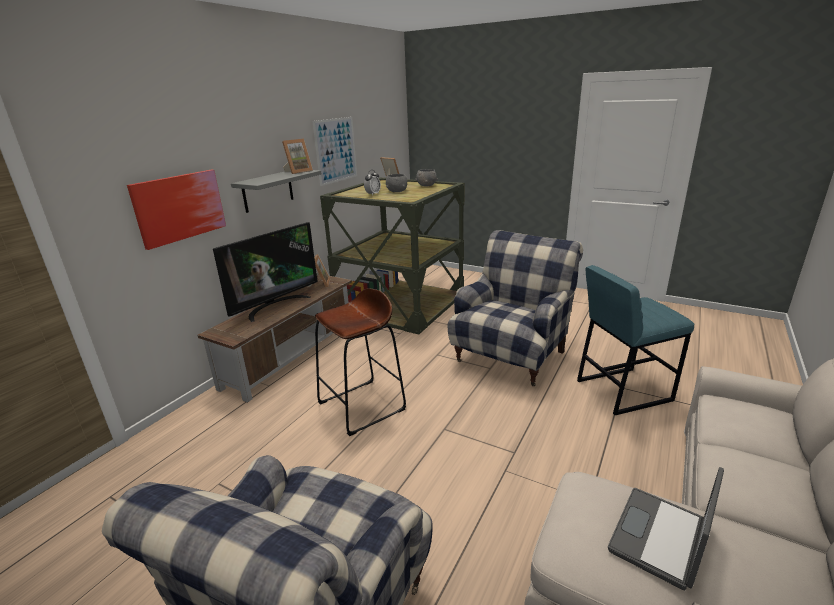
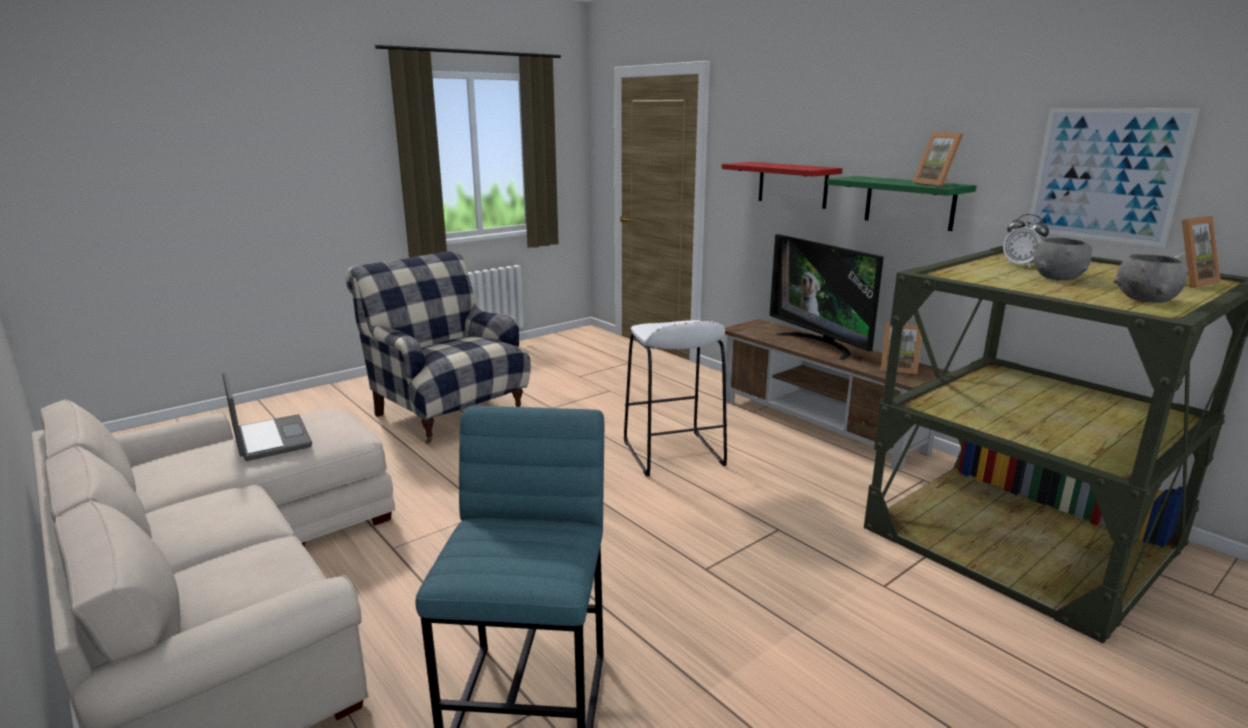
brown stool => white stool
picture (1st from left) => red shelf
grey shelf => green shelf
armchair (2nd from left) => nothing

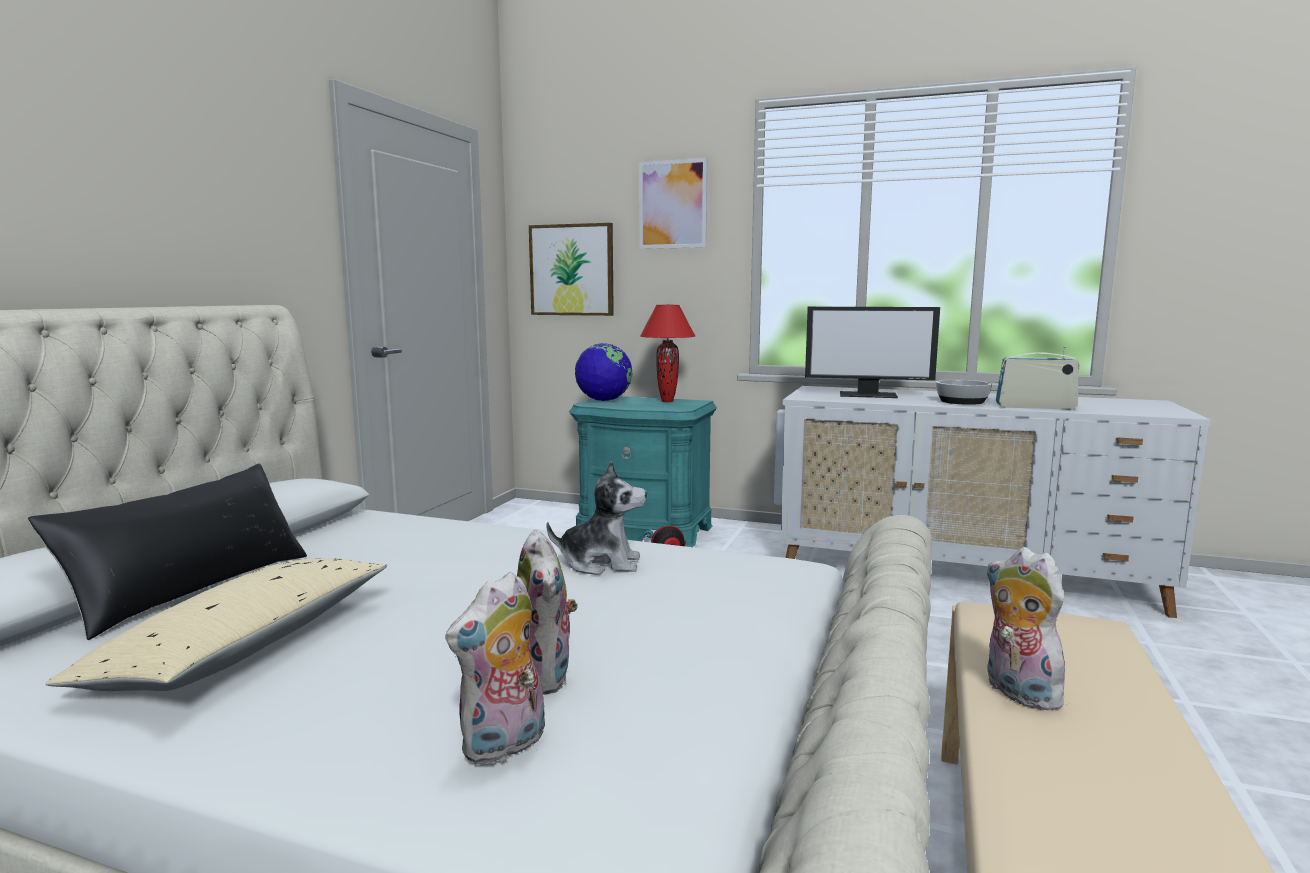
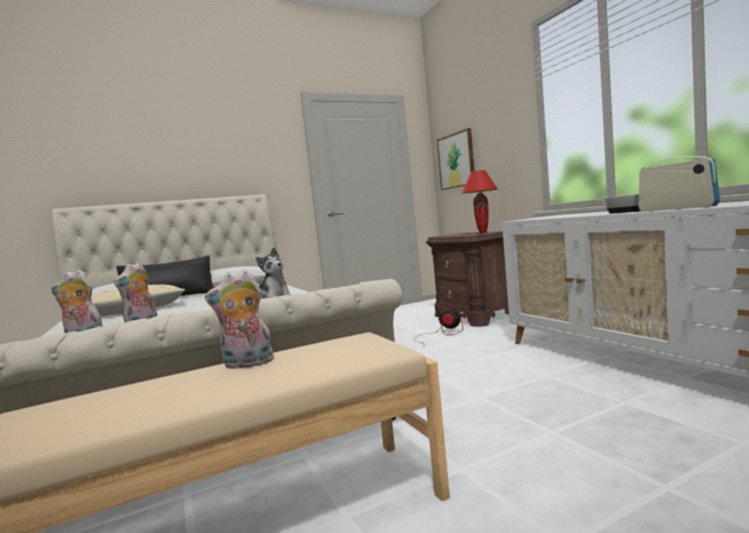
plush toy (4th from left in the first image) => plush toy (3rd from left), 120 degrees counterclockwise
turquoise nightstand => brown nightstand
globe => nothing
picture (2nd from left) => nothing
monitor => nothing

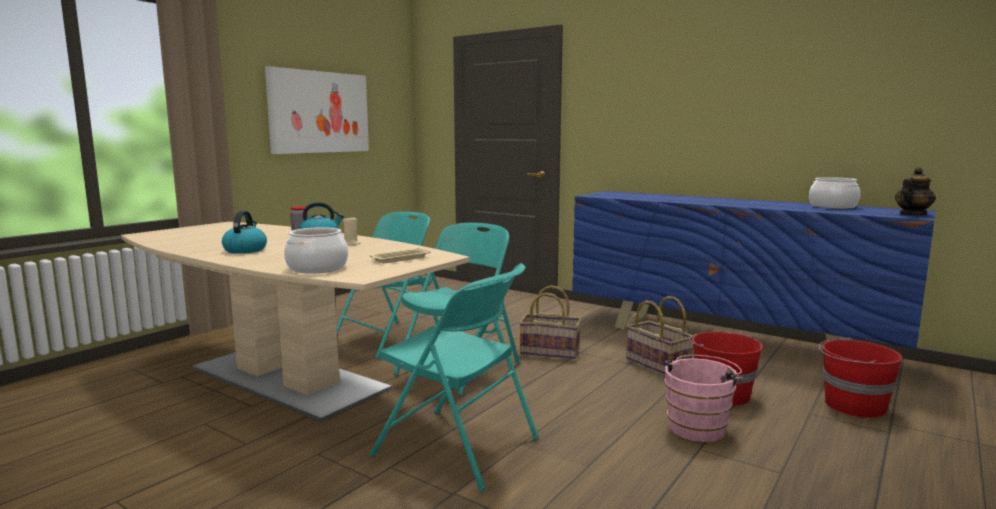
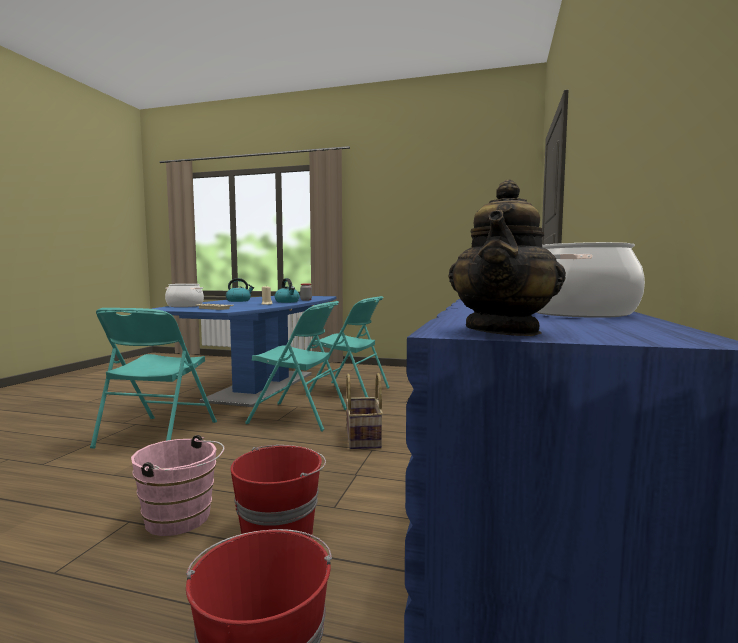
beige dining table => blue dining table
teapot, 75 degrees clockwise
picture => nothing
basket (2nd from left) => nothing

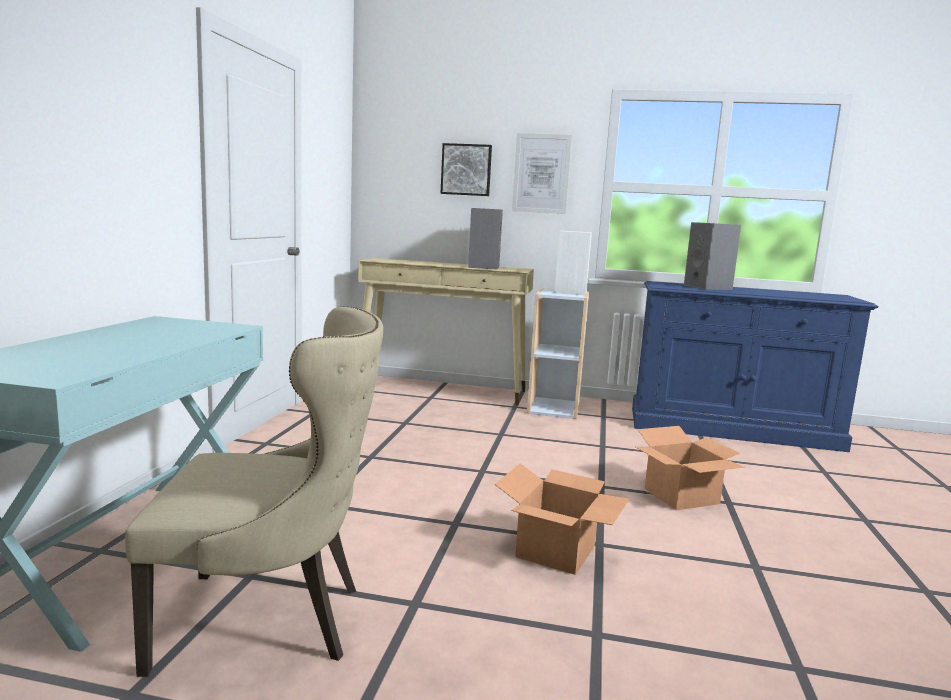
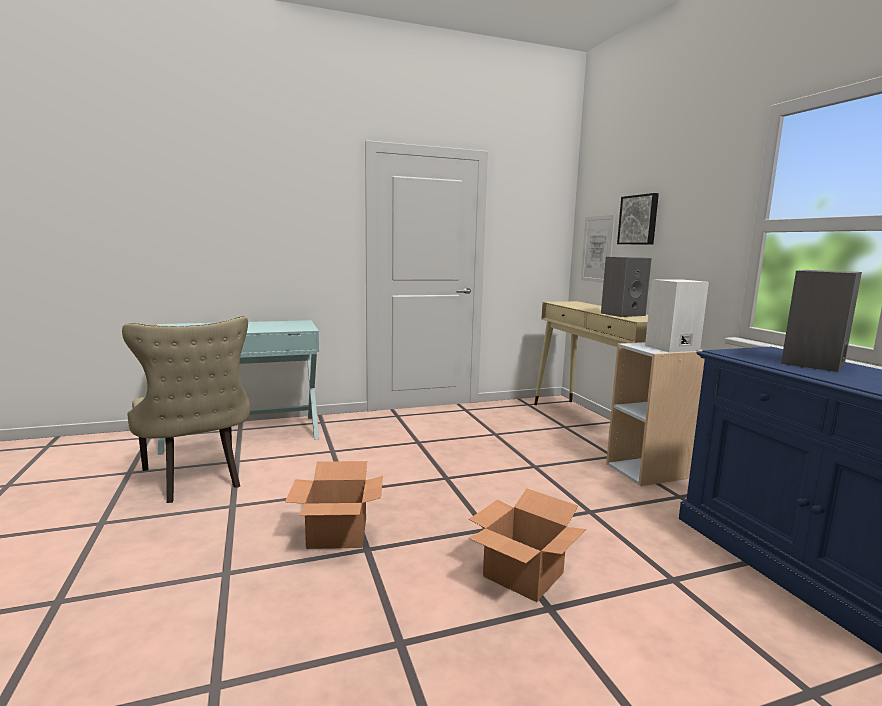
picture (2nd from left in the first image) => picture (1st from left), moved

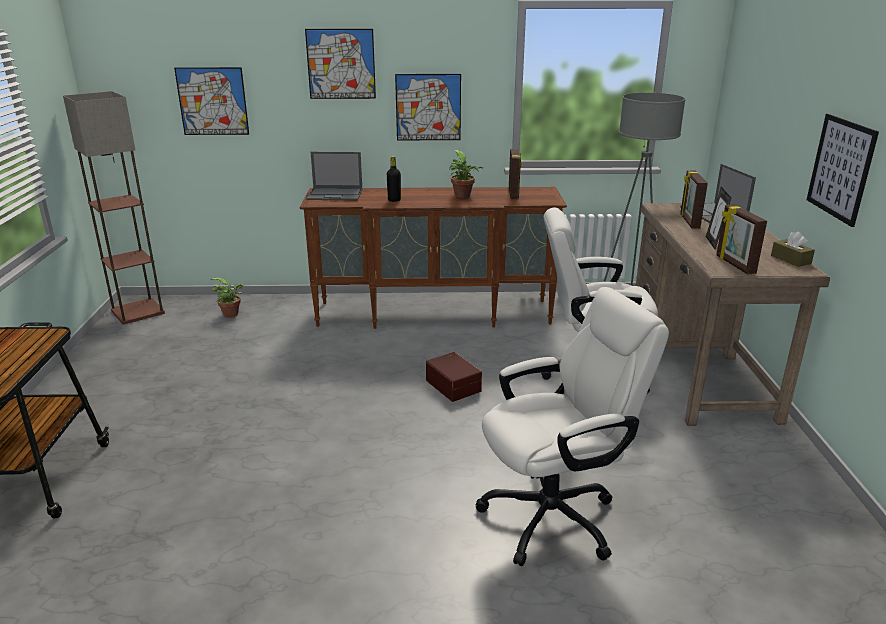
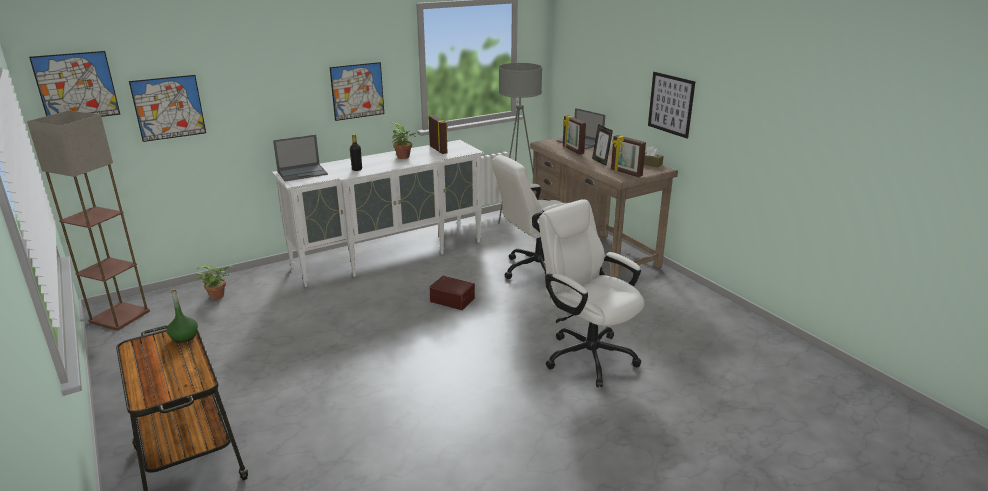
picture (2nd from left in the first image) => picture (1st from left), moved
nothing => green bottle
brown cabinet => white cabinet
white office chair (1st from left in the first image) => white office chair (2nd from left), 75 degrees counterclockwise

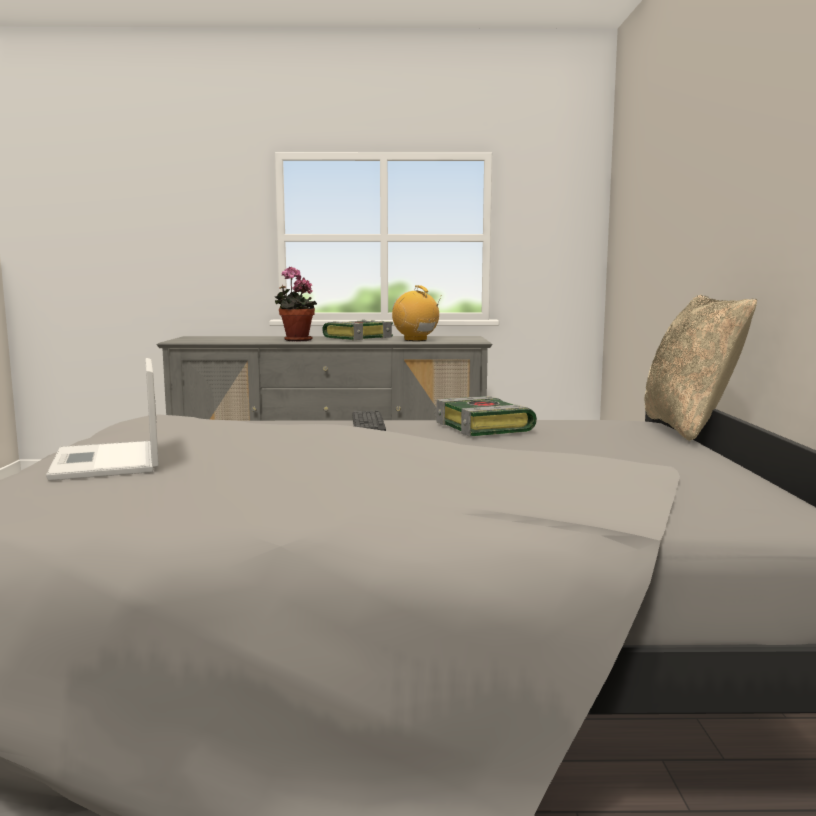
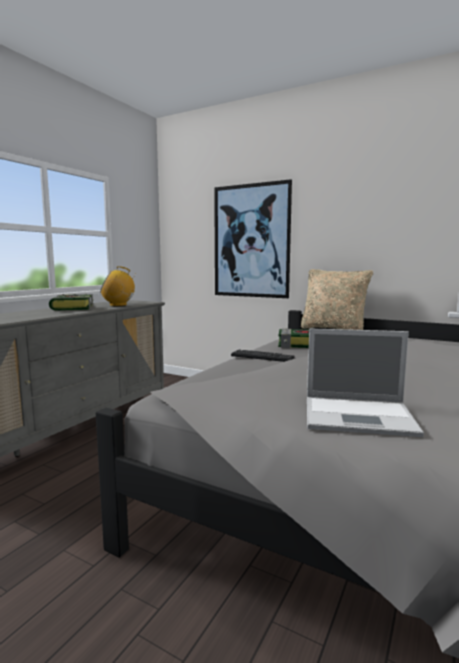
nothing => picture
potted plant => nothing

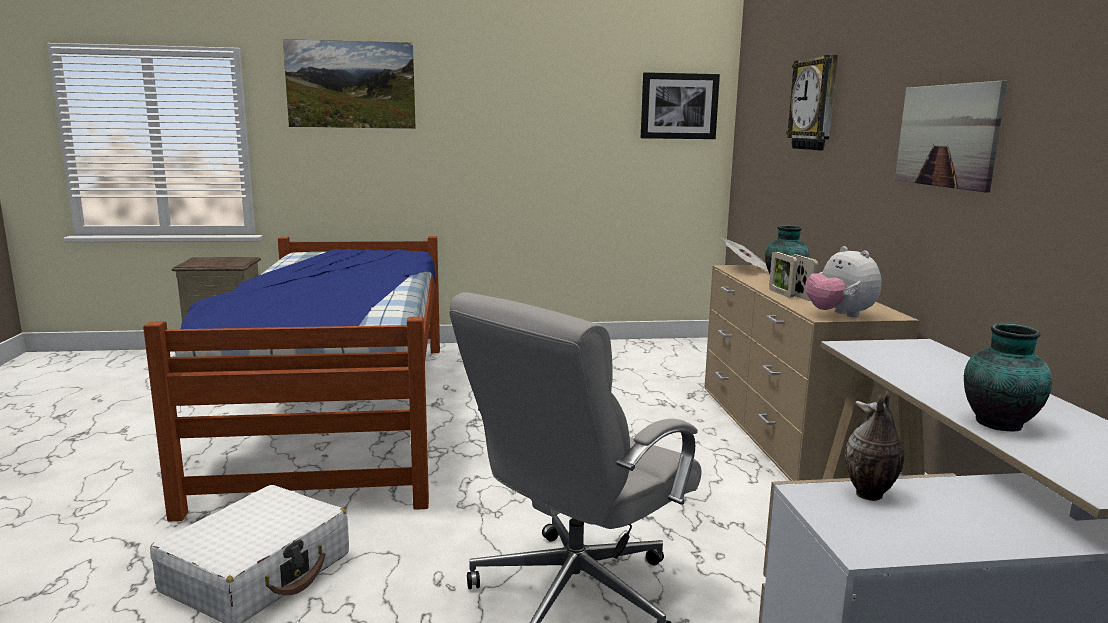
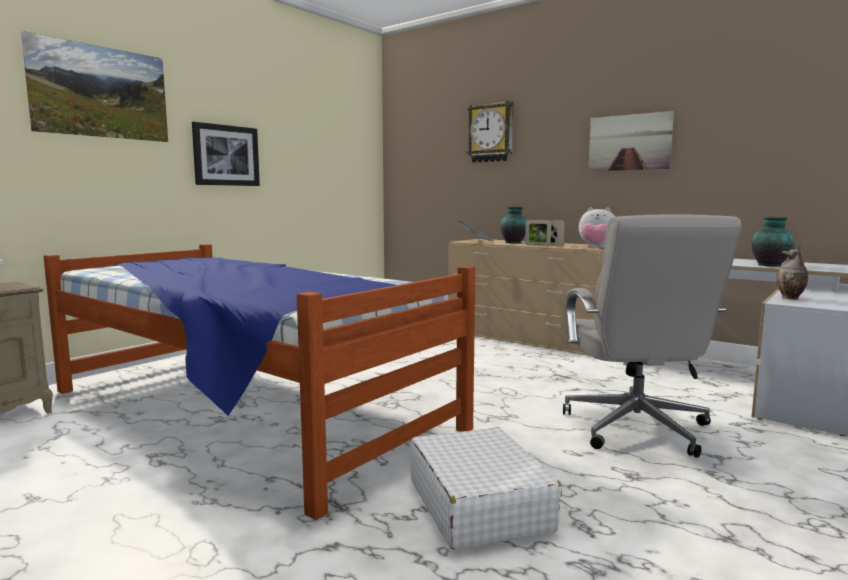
picture (2nd from left), moved

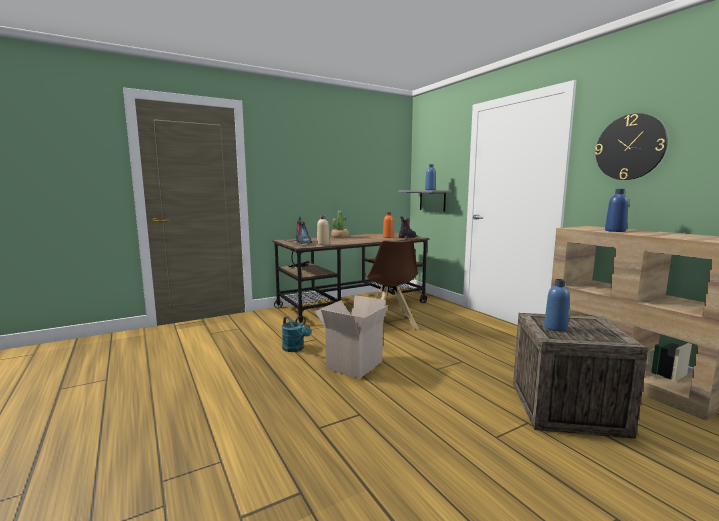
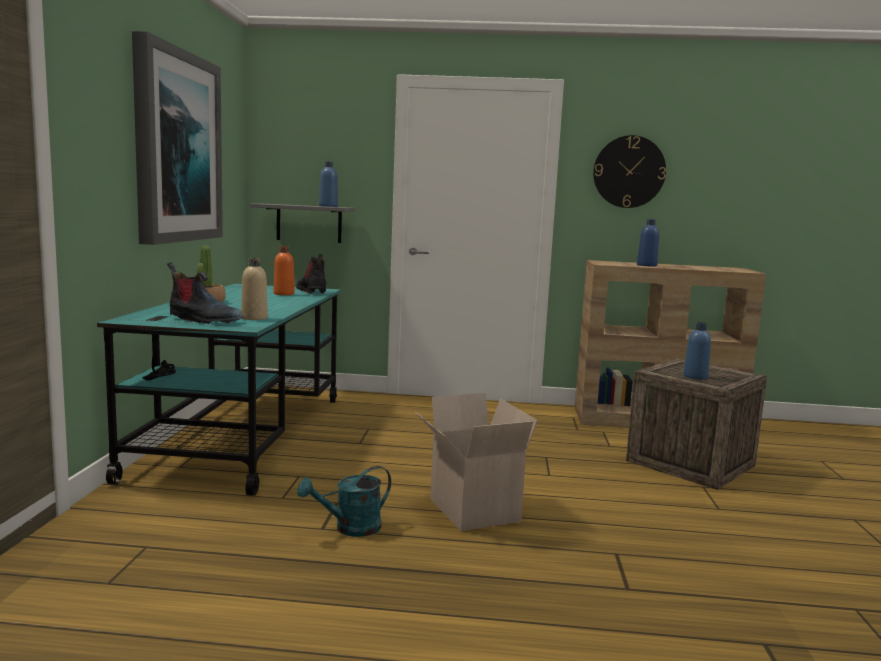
brown desk => turquoise desk
nothing => picture
turquoise watering can, 150 degrees clockwise
brown chair => nothing

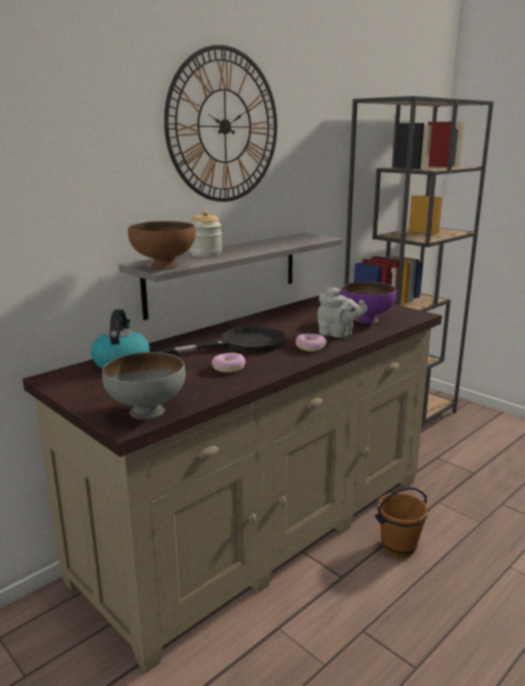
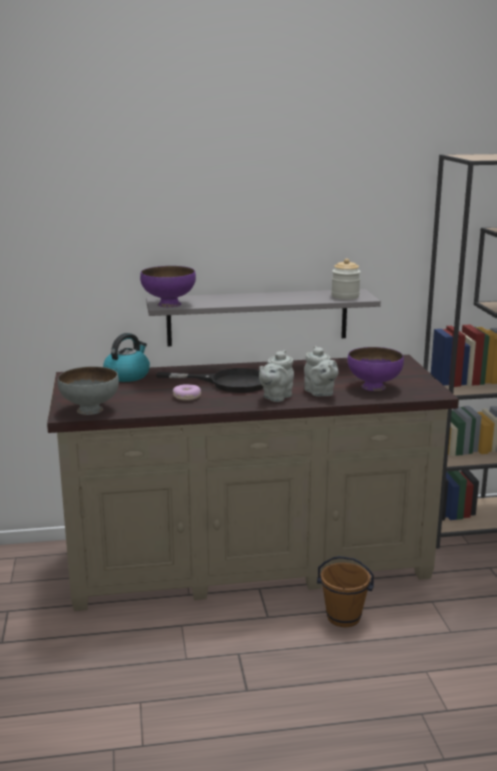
brown bowl => purple bowl (1st from left)
donut (2nd from left) => grey teapot (1st from left)
jar, moved
wall clock => nothing

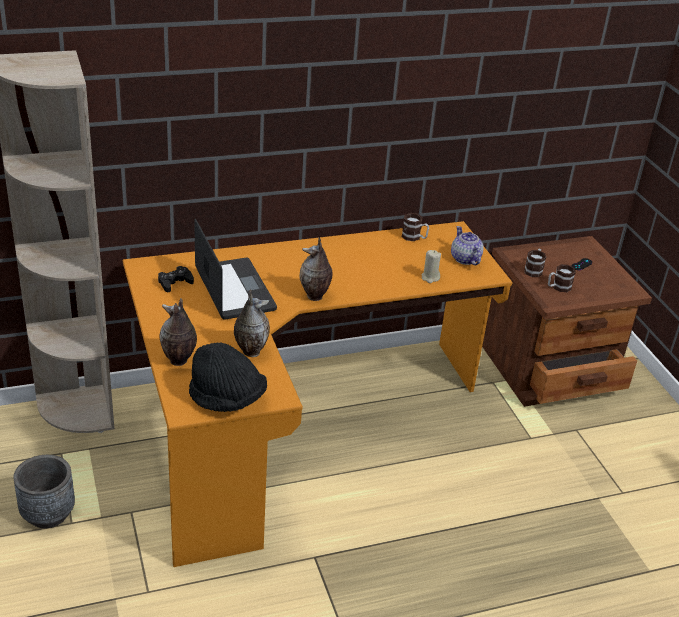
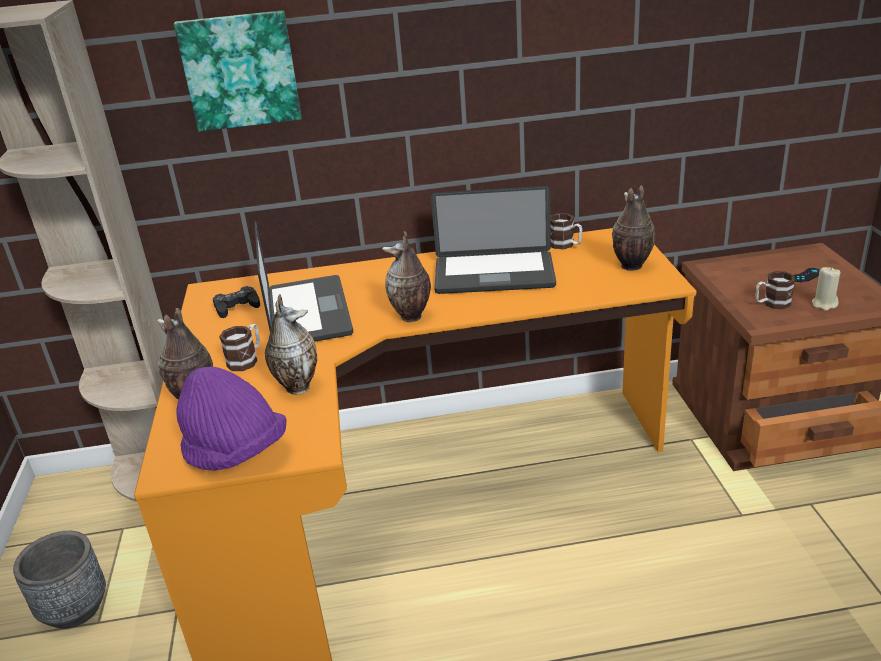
nothing => picture
black hat => purple hat
mug (2nd from left in the first image) => mug (1st from left), moved
nothing => laptop (2nd from left)
teapot => vase (4th from left)
beige candle, moved

